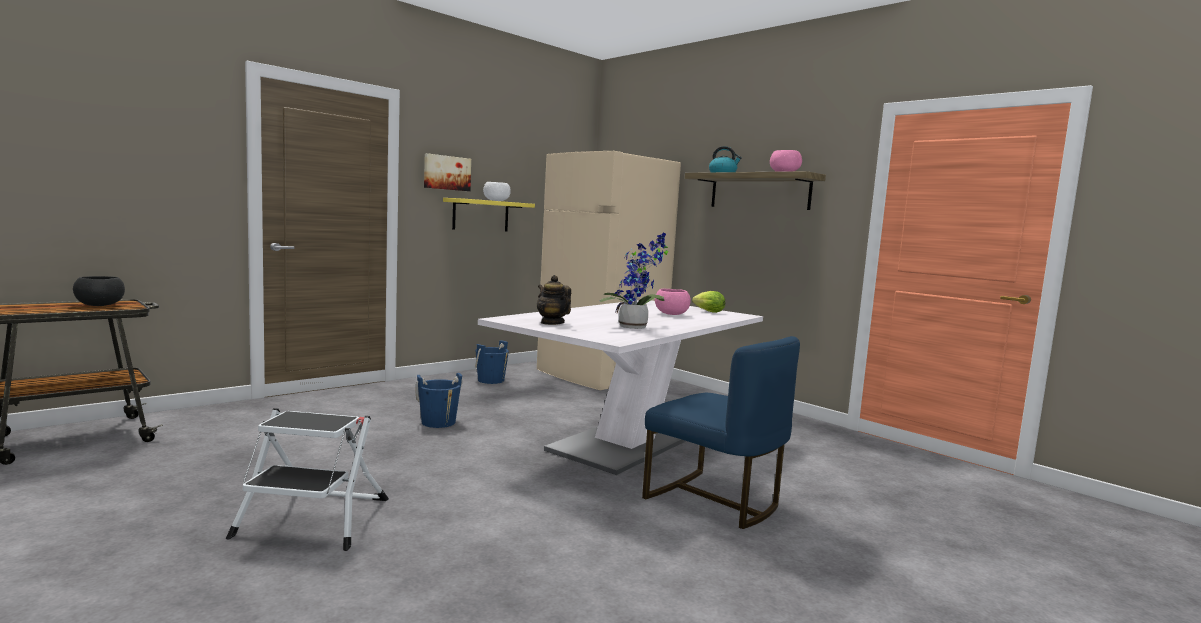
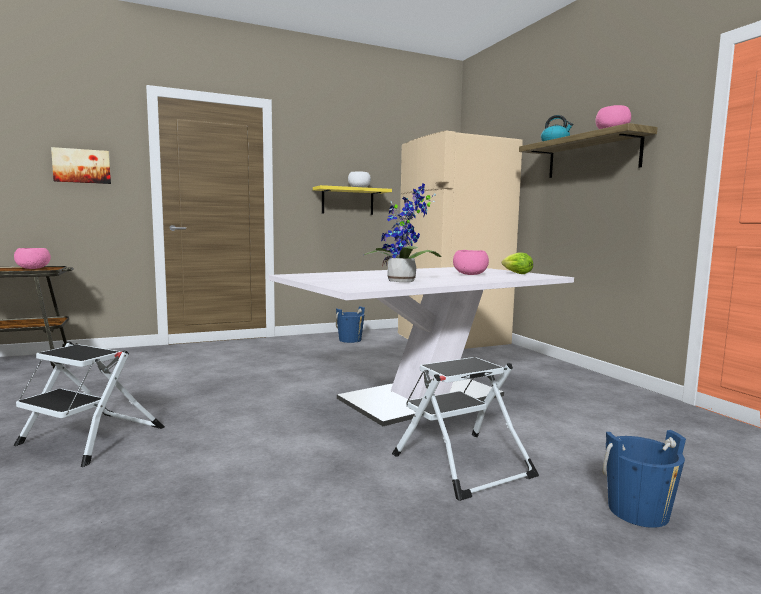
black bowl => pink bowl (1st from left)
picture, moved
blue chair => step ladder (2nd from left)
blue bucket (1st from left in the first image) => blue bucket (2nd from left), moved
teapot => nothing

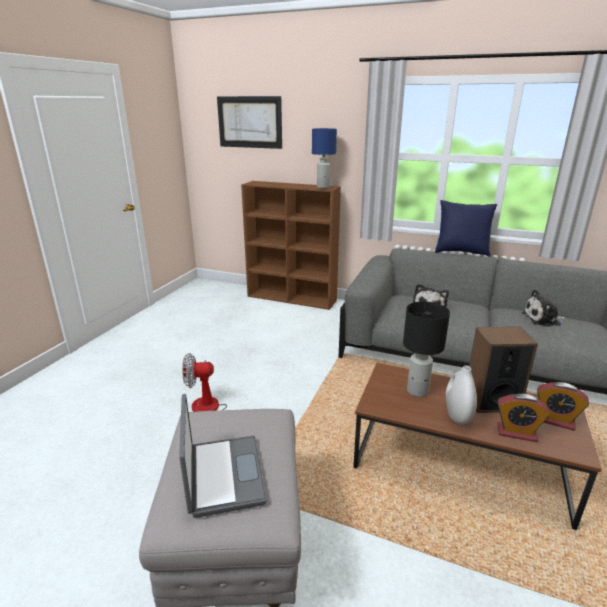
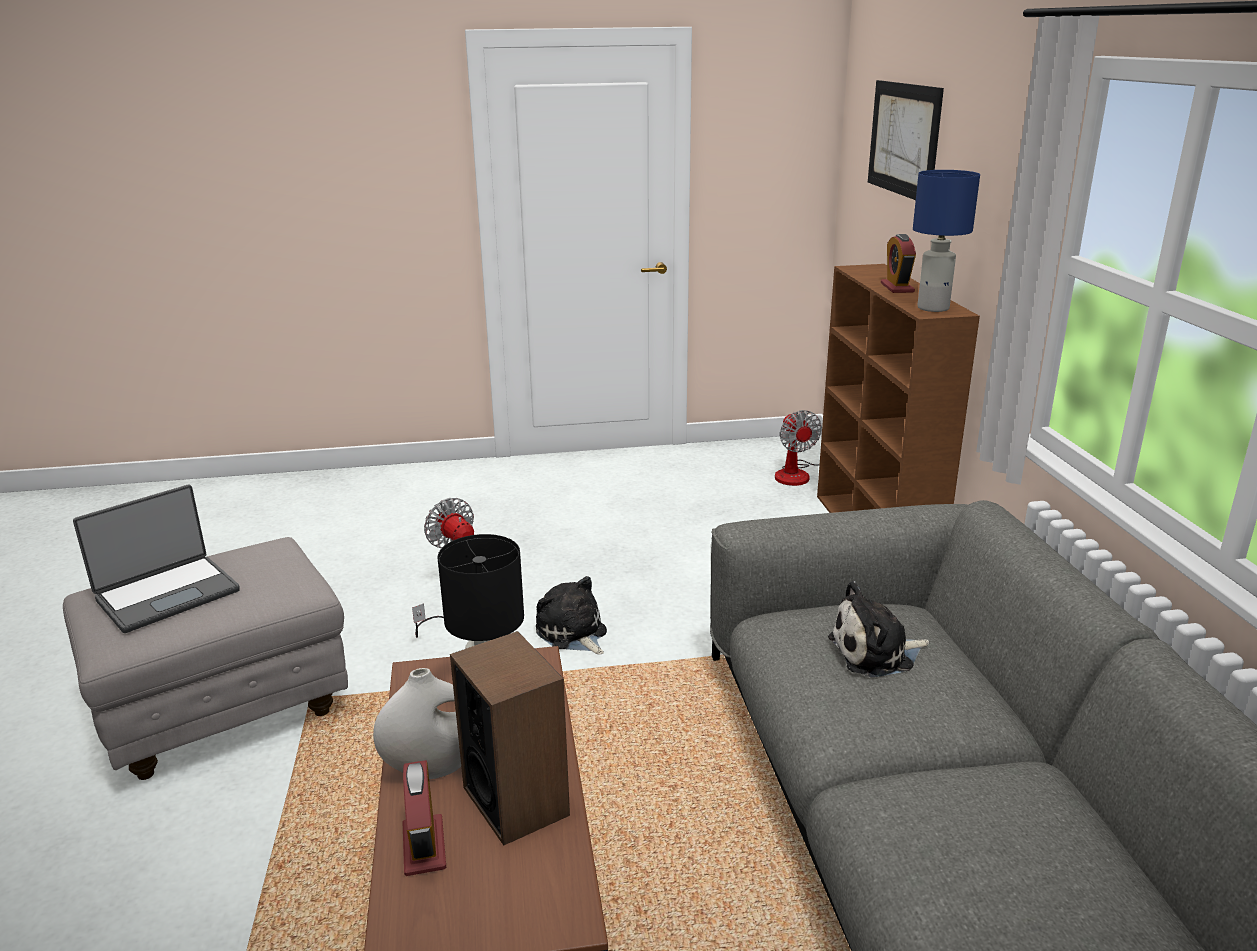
plush toy (2nd from left in the first image) => plush toy (1st from left), moved
nothing => fan (2nd from left)
alarm clock (2nd from left), moved
blue pillow => nothing

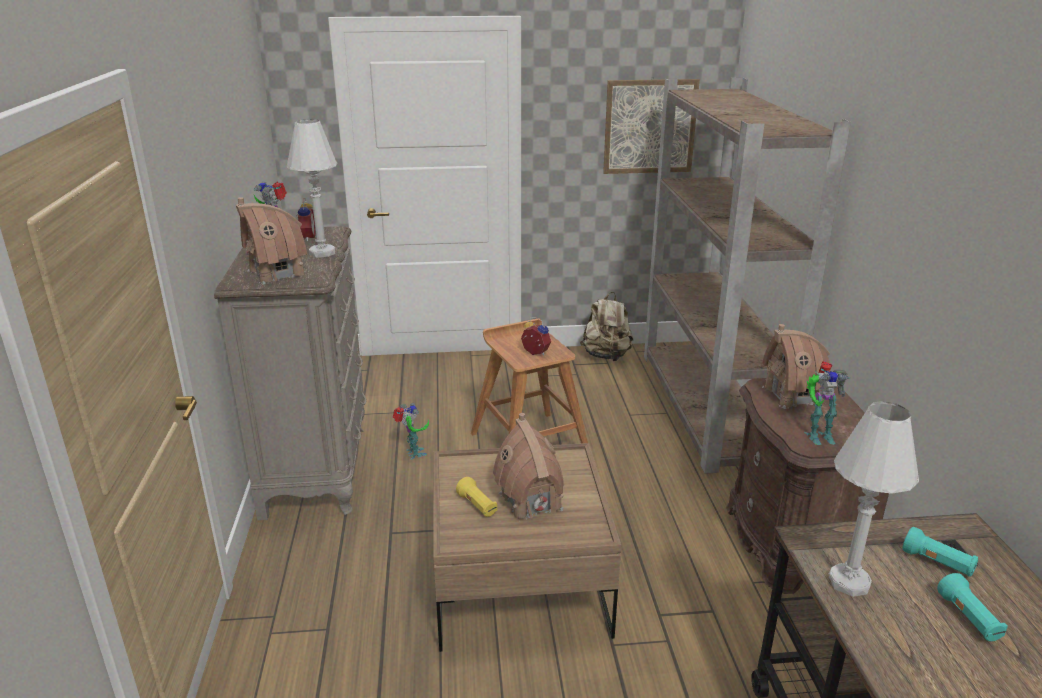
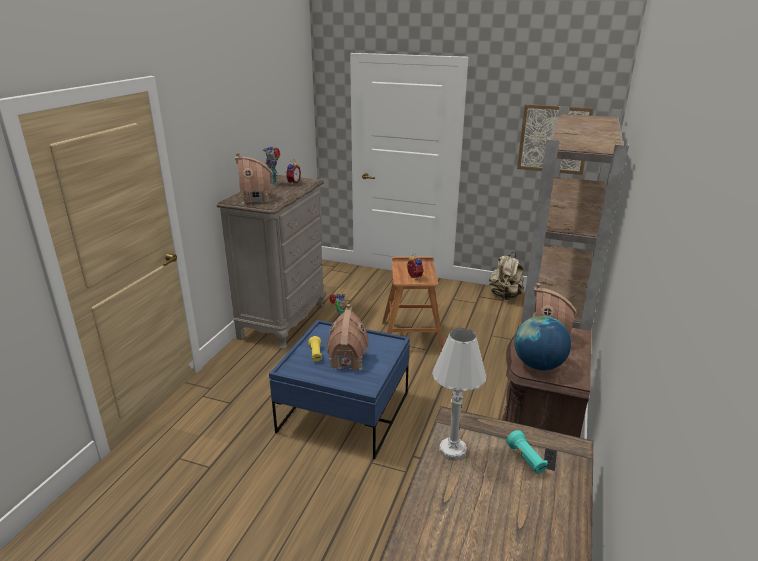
brown coffee table => blue coffee table
toy robot (3rd from left) => globe
white table lamp (1st from left) => nothing
turquoise flashlight (2nd from left) => nothing

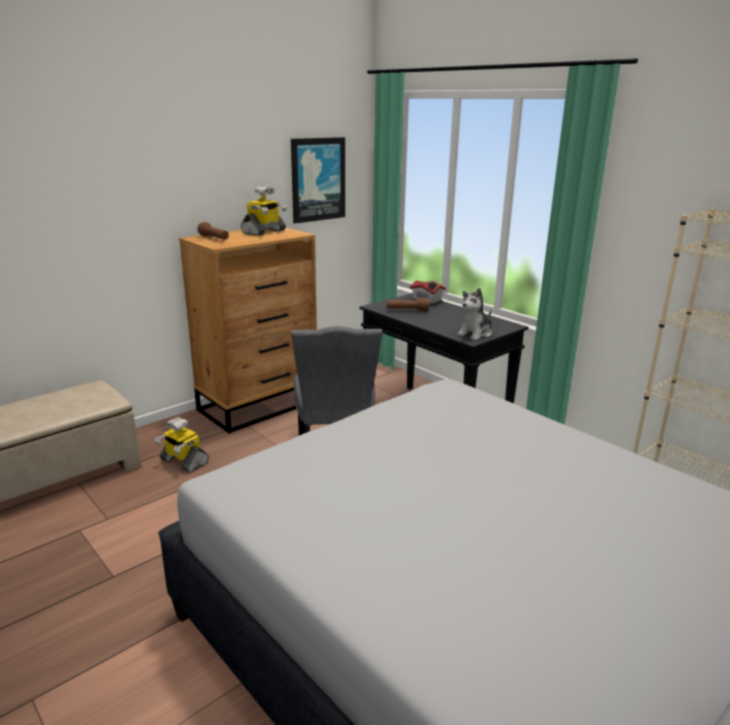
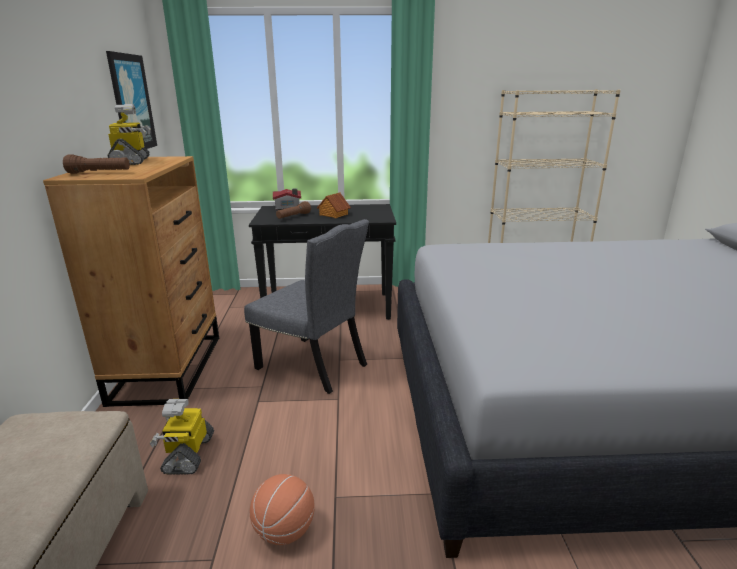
toy robot (1st from left in the first image) => toy robot (2nd from left), 105 degrees clockwise
nothing => basketball
nothing => toy house (2nd from left)
plush toy => nothing

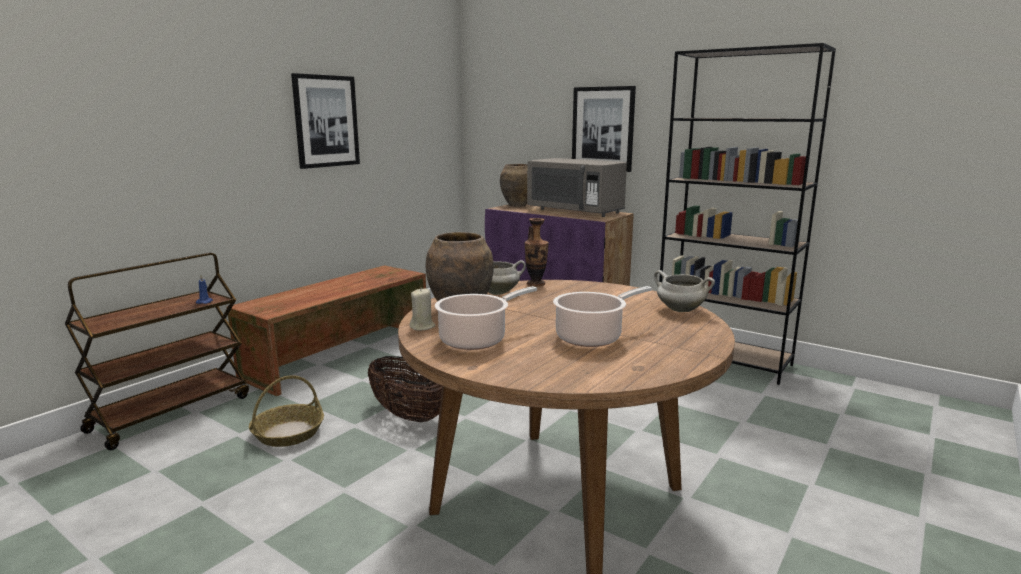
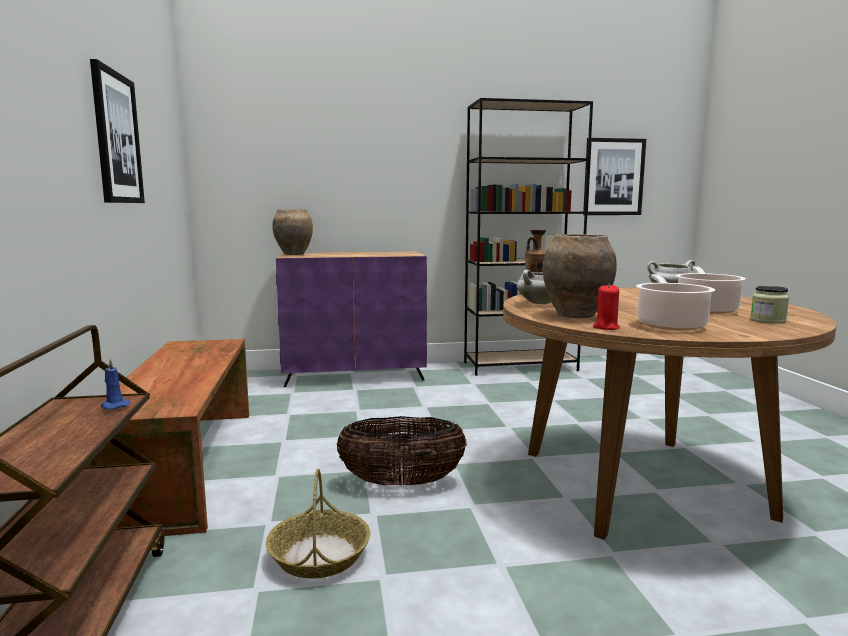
picture (2nd from left), moved
beige candle => red candle
nothing => jar
grey microwave => nothing

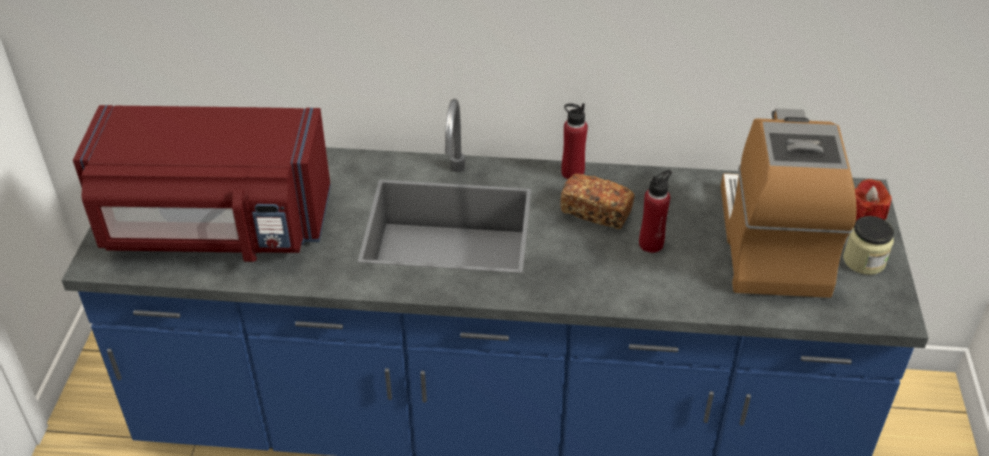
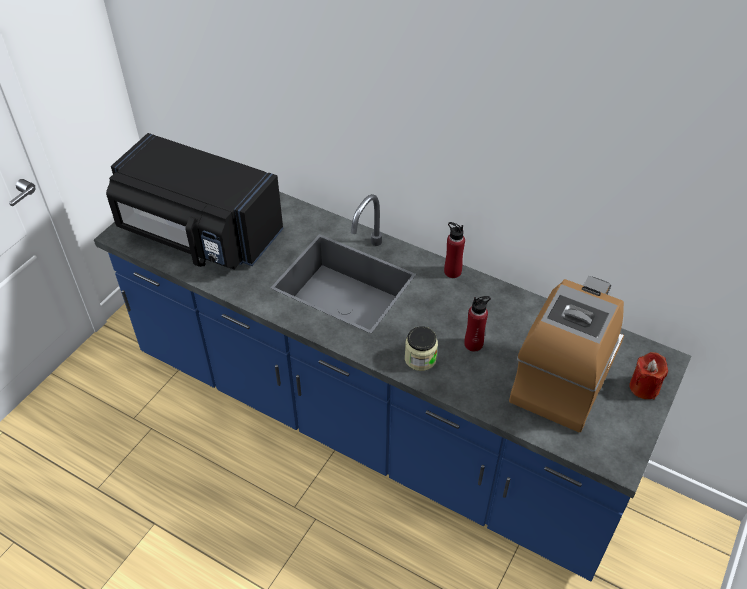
red microwave => black microwave
jar, moved
bread => nothing

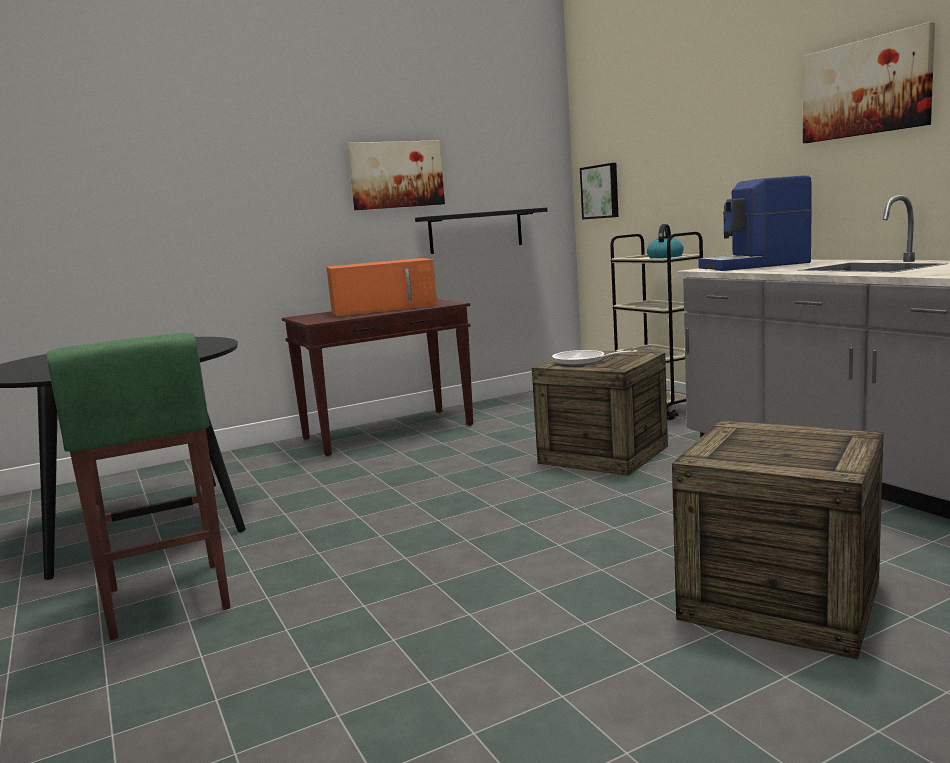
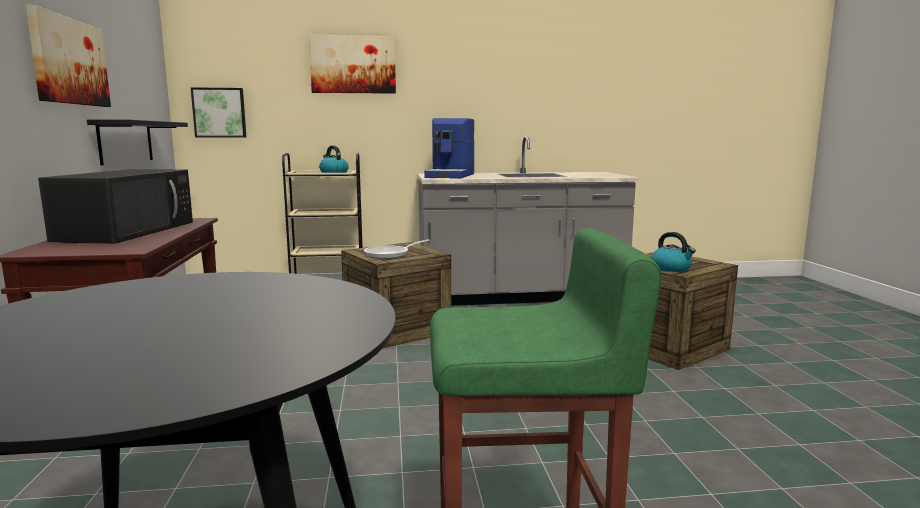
orange microwave => black microwave
picture (3rd from left), moved
nothing => kettle (2nd from left)

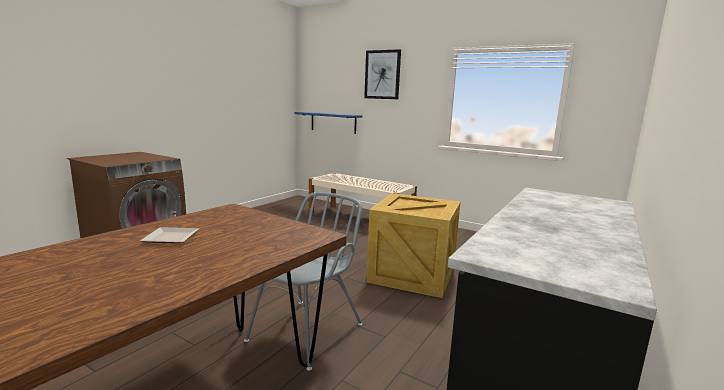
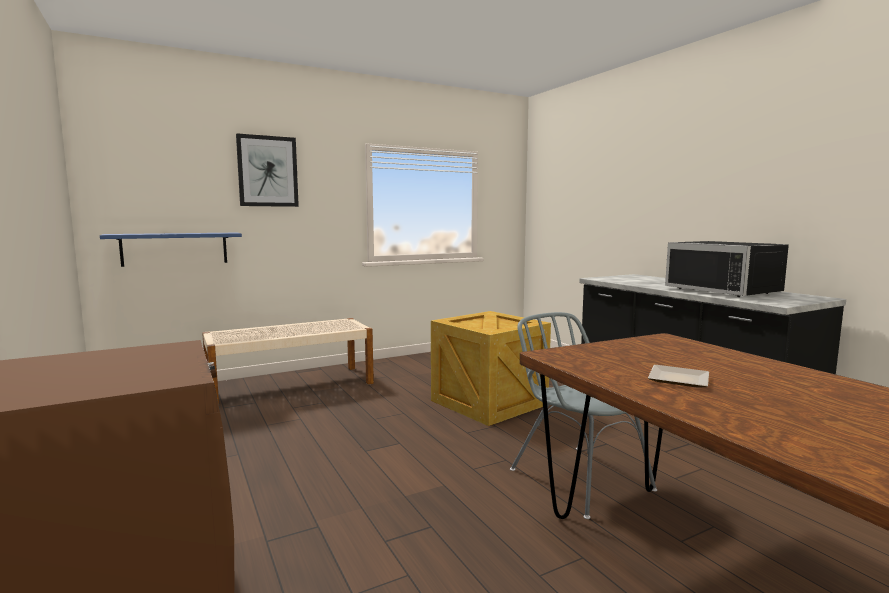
nothing => black microwave

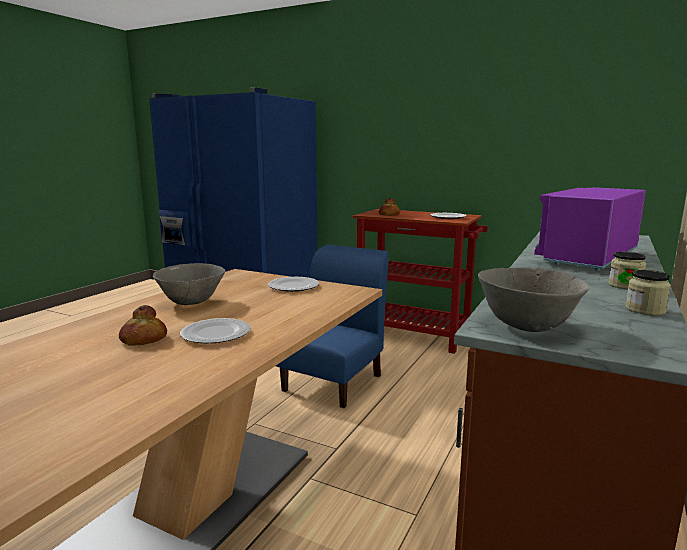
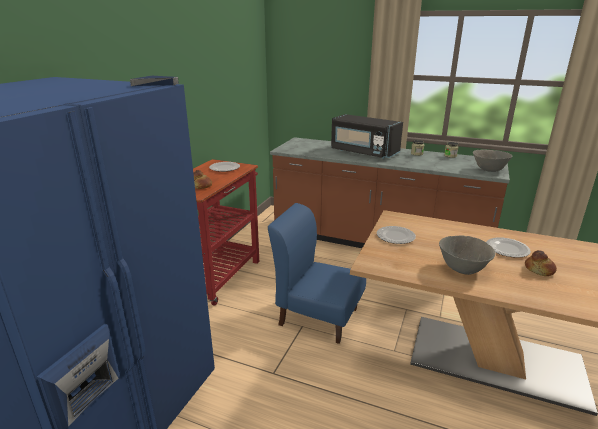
purple microwave => black microwave

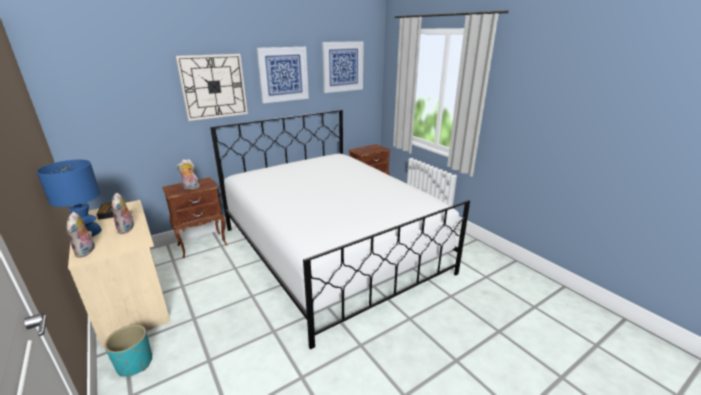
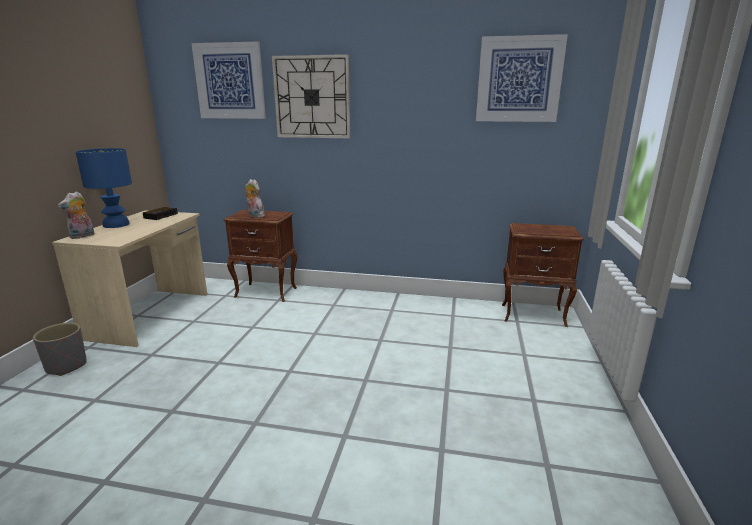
turquoise planter => grey planter
picture (1st from left), moved
plush toy (2nd from left) => nothing
white bed => nothing

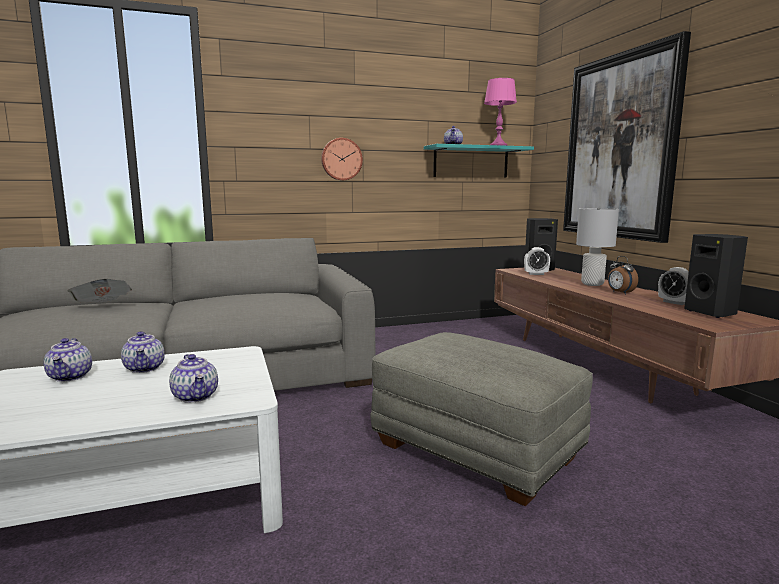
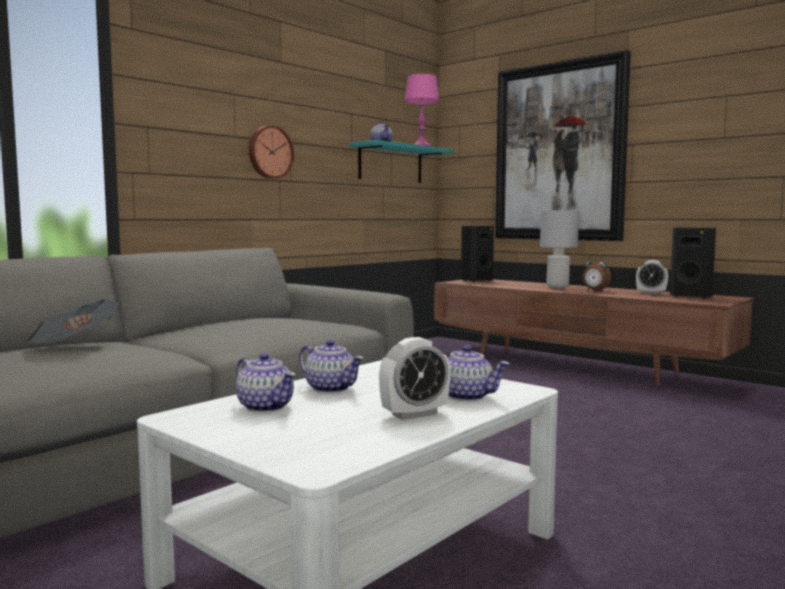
alarm clock (1st from left), moved
grey ottoman => nothing

